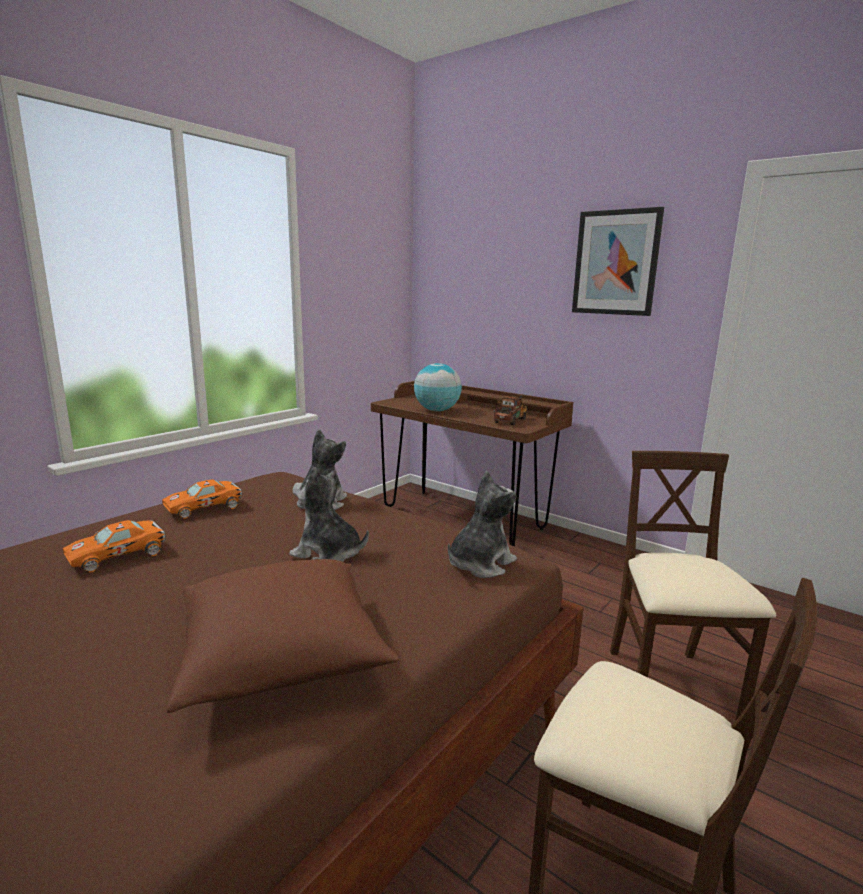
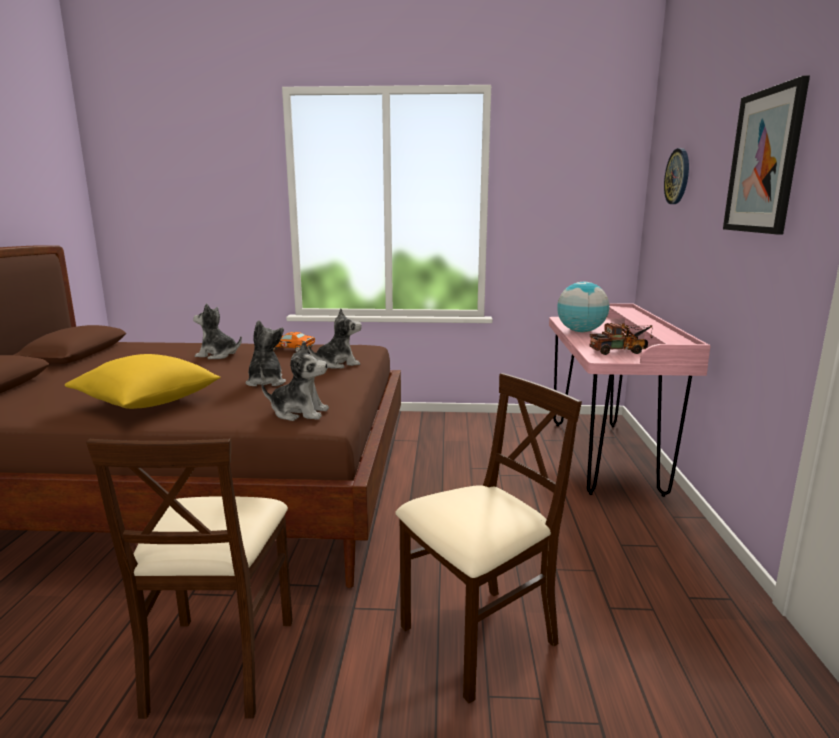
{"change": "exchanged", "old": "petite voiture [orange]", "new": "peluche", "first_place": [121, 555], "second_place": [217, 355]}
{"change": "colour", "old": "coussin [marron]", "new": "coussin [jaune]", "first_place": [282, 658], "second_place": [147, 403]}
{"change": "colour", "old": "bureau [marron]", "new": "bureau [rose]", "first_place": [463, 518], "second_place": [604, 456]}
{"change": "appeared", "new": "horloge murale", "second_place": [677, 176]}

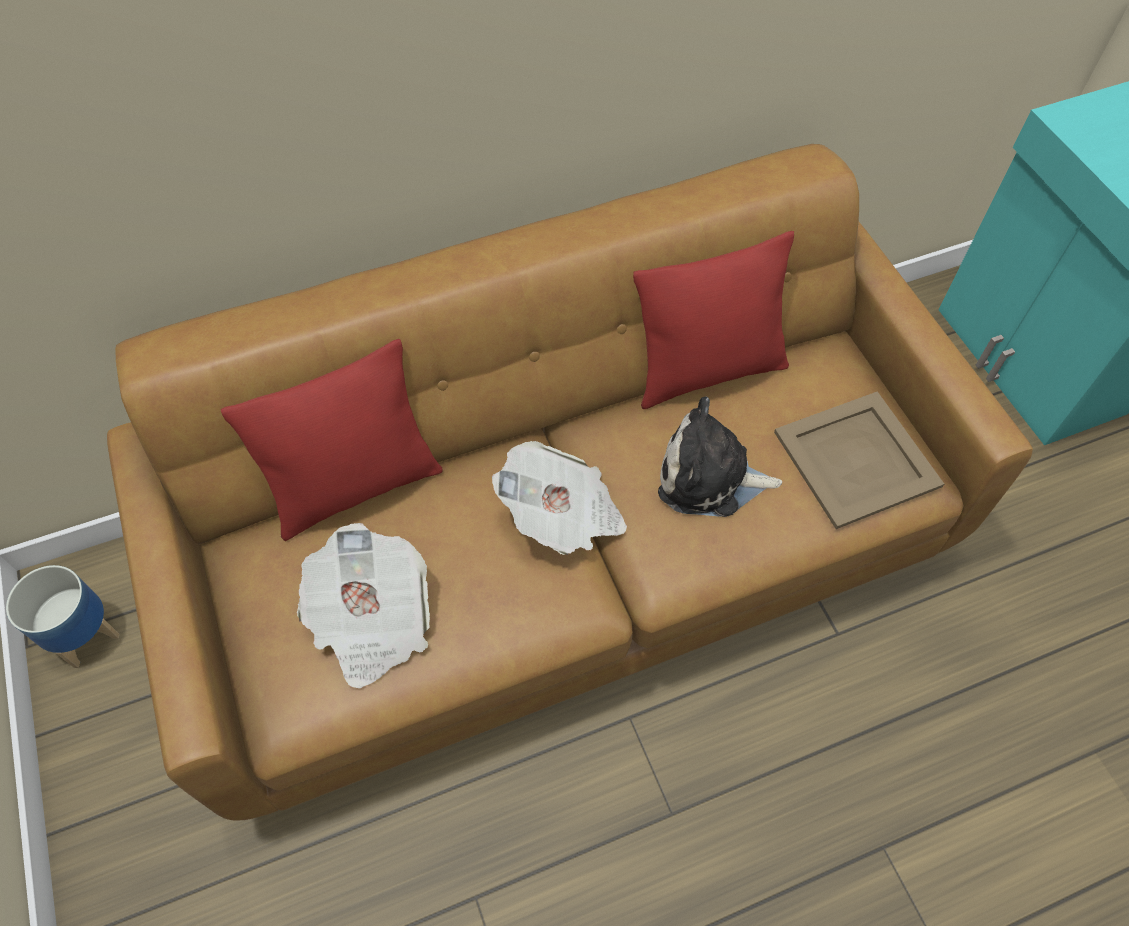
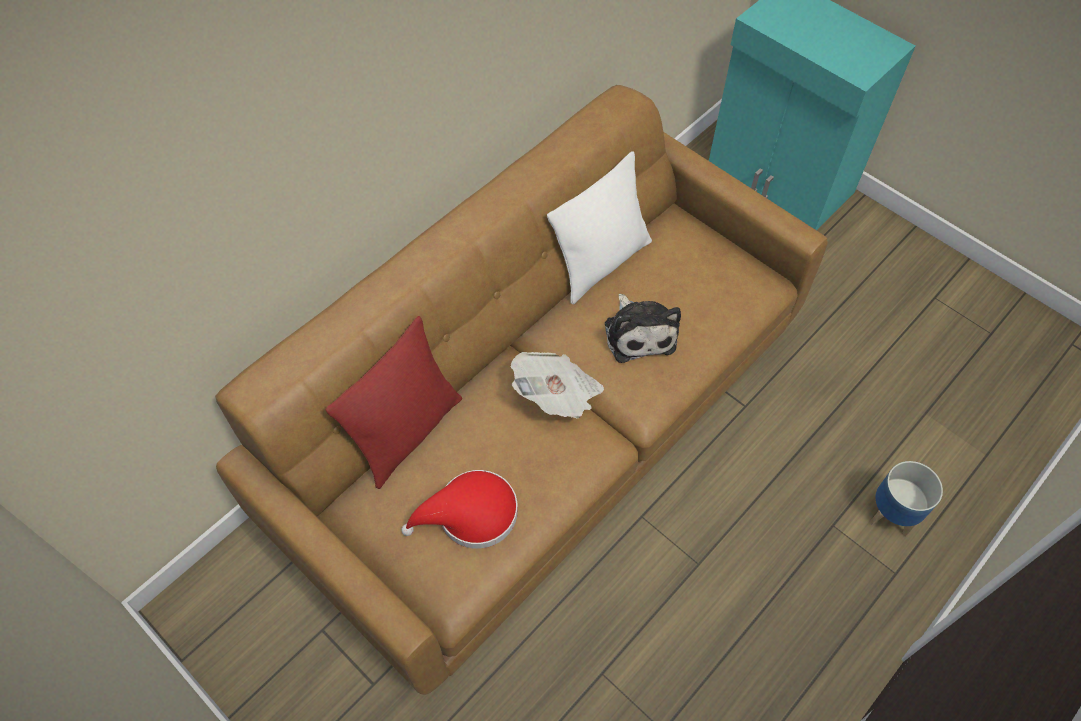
{"change": "relocated", "old": "cache-pot", "first_place": [85, 634], "second_place": [891, 513]}
{"change": "exchanged", "old": "journal", "new": "chapeau [rouge]", "first_place": [371, 621], "second_place": [470, 515]}
{"change": "colour", "old": "coussin [rouge]", "new": "coussin [blanc]", "first_place": [707, 371], "second_place": [601, 263]}
{"change": "spun", "old": "peluche", "first_place": [710, 477], "second_place": [639, 332], "degrees": -90}
{"change": "missing", "old": "plateau [beige]", "first_place": [858, 459]}

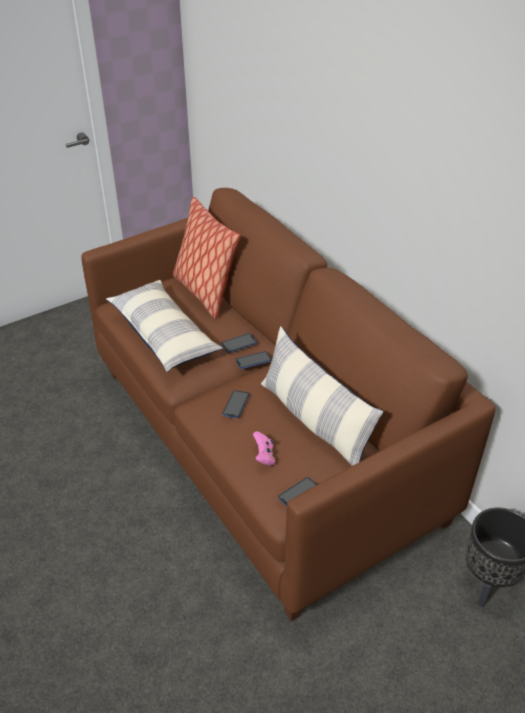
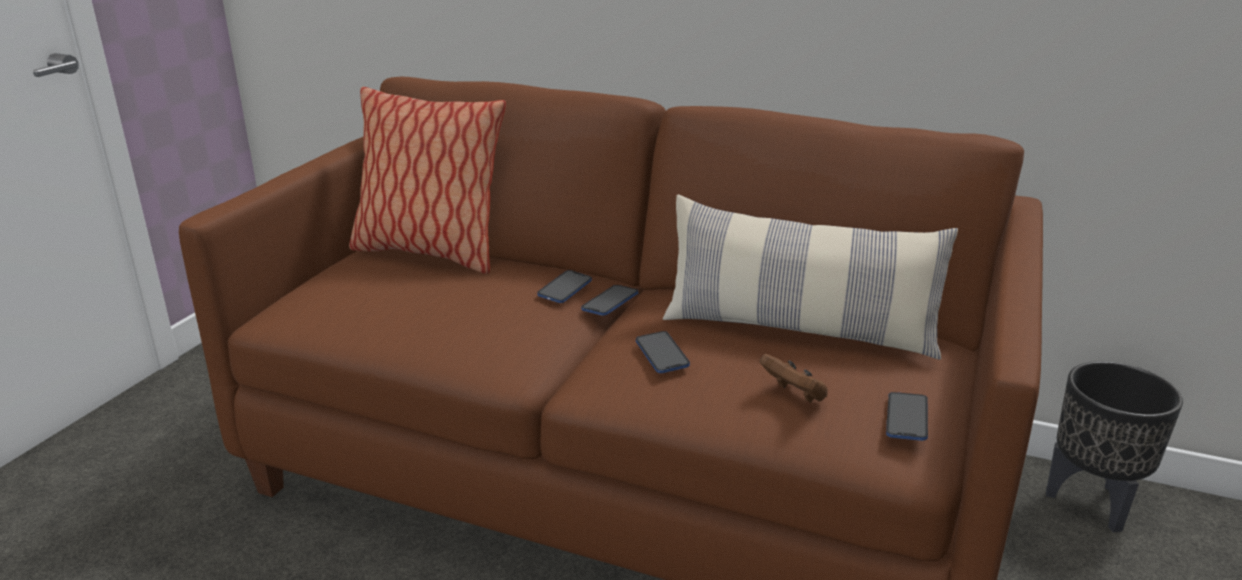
{"change": "missing", "old": "coussin", "first_place": [164, 335]}
{"change": "colour", "old": "manette [rose]", "new": "manette [marron]", "first_place": [264, 456], "second_place": [794, 395]}

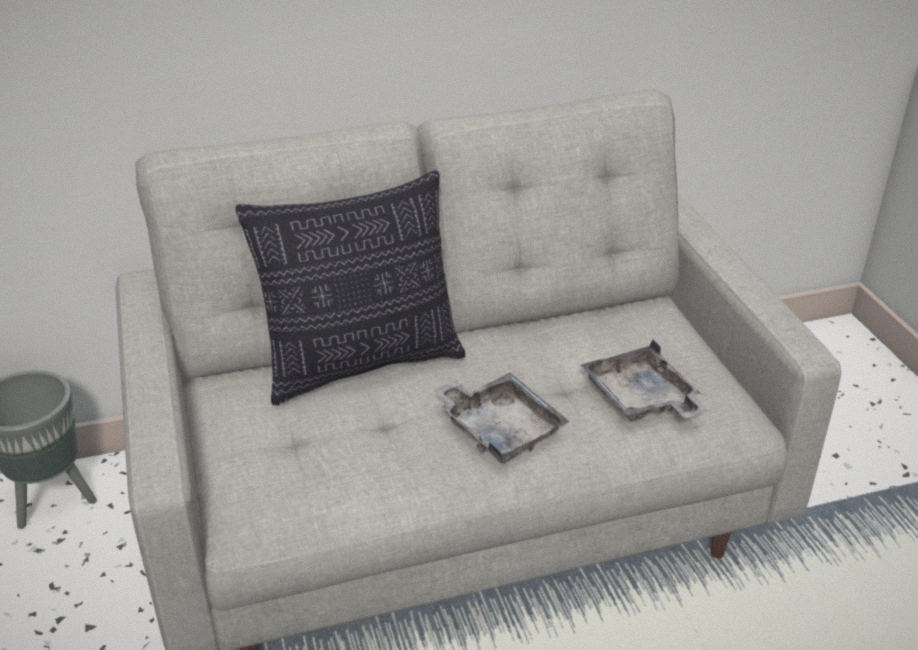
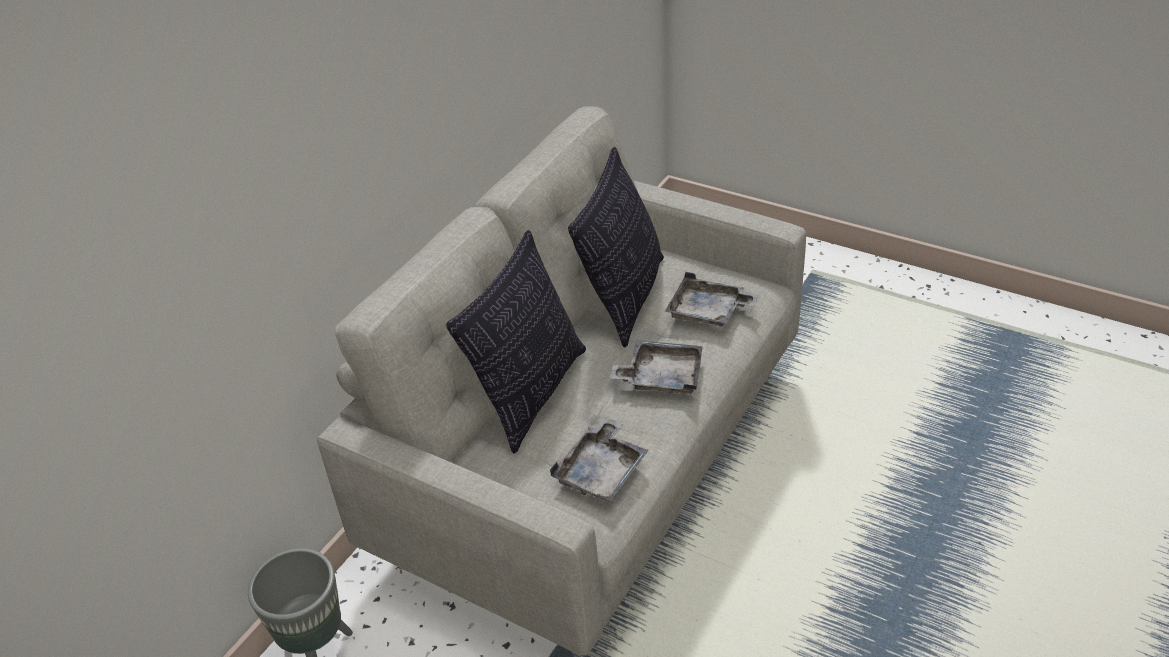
{"change": "appeared", "new": "plateau [gris]", "second_place": [602, 471]}
{"change": "appeared", "new": "coussin", "second_place": [624, 298]}

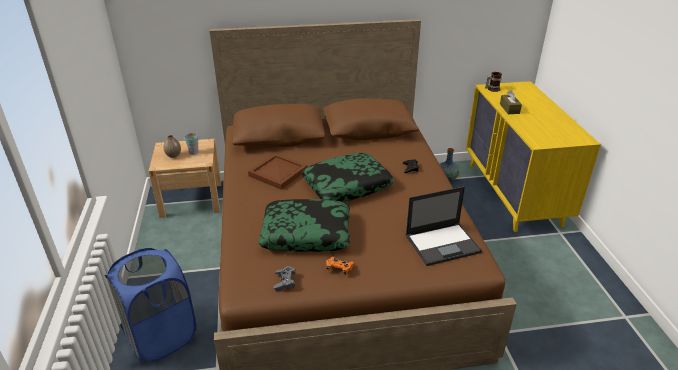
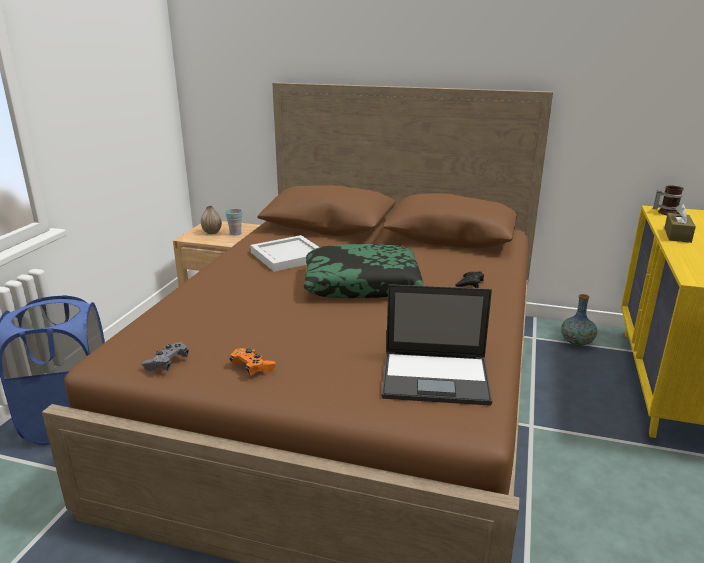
{"change": "colour", "old": "plateau [marron]", "new": "plateau [blanc]", "first_place": [277, 173], "second_place": [287, 256]}
{"change": "missing", "old": "coussin", "first_place": [306, 233]}

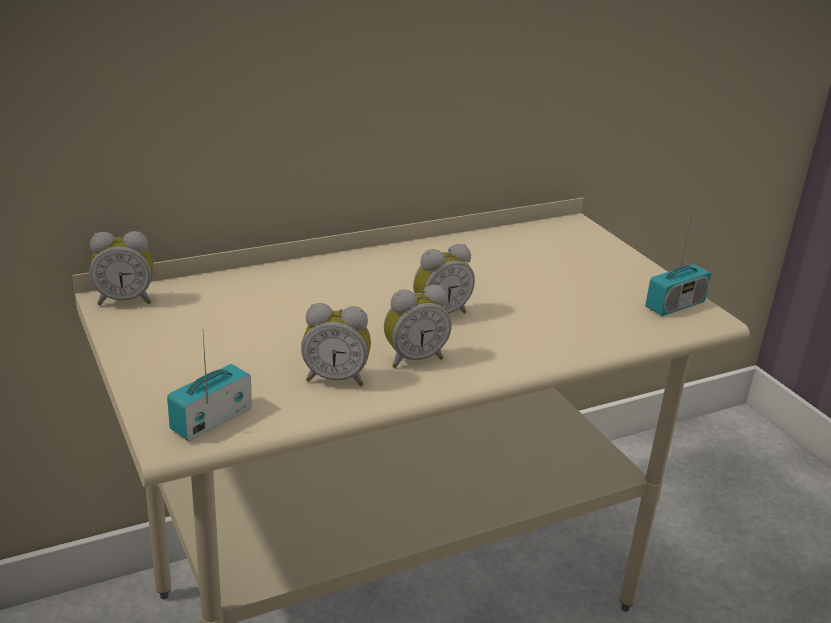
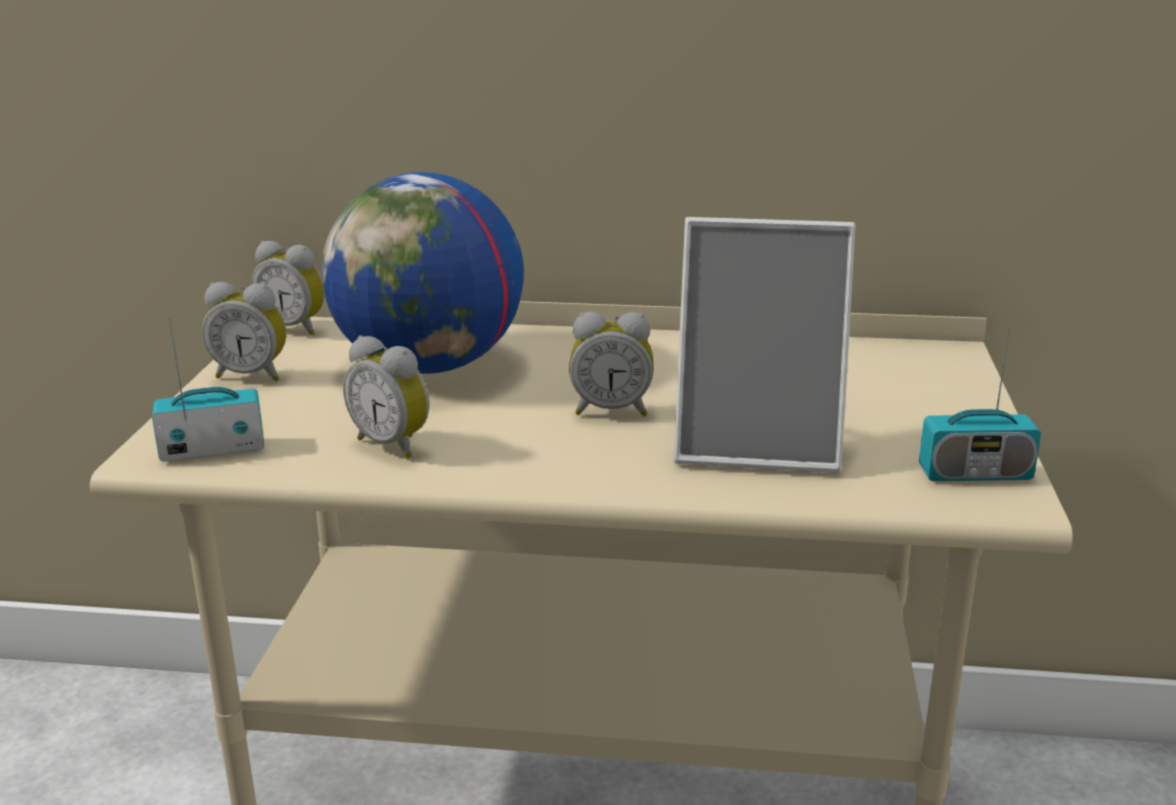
{"change": "relocated", "old": "réveil", "first_place": [413, 358], "second_place": [252, 375]}
{"change": "appeared", "new": "globe", "second_place": [430, 366]}
{"change": "appeared", "new": "cadre photo", "second_place": [758, 444]}

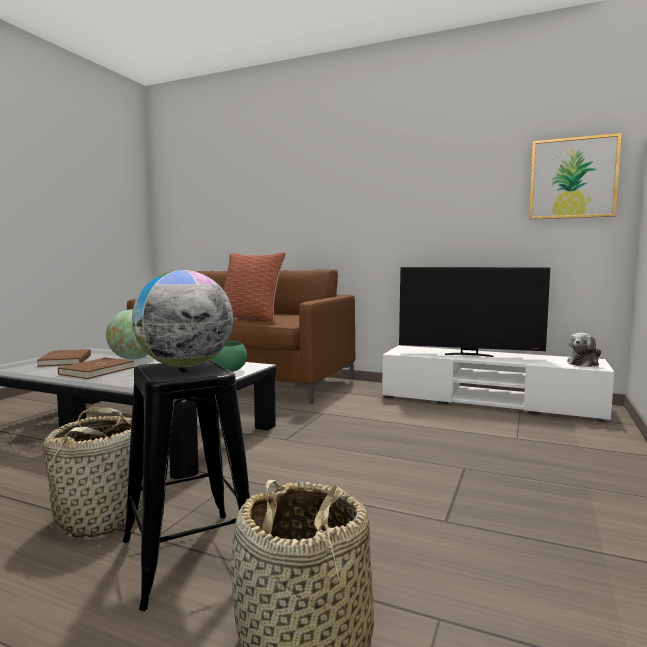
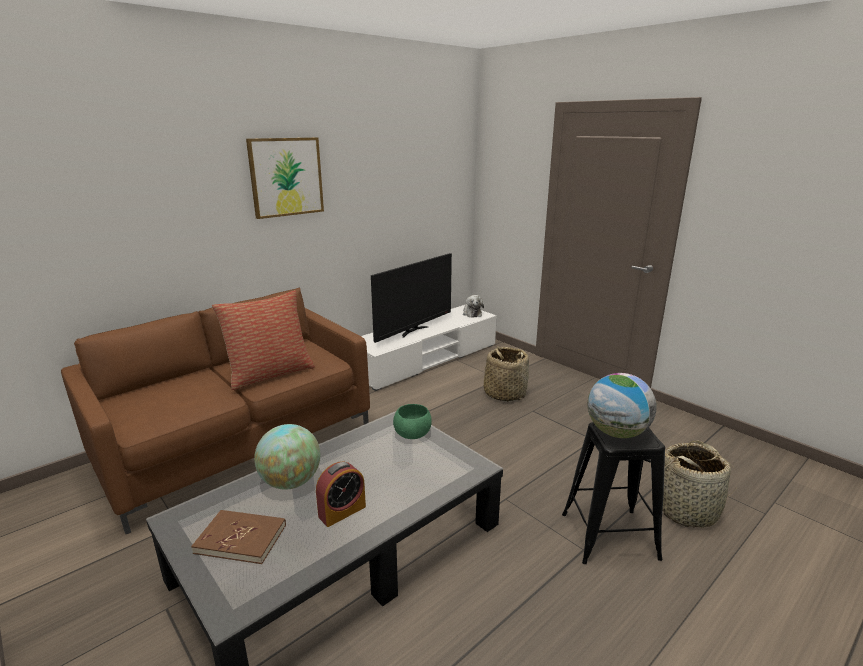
{"change": "relocated", "old": "panier", "first_place": [104, 516], "second_place": [504, 393]}
{"change": "exchanged", "old": "livre [marron]", "new": "réveil", "first_place": [97, 371], "second_place": [342, 511]}
{"change": "relocated", "old": "tableau", "first_place": [573, 178], "second_place": [286, 177]}

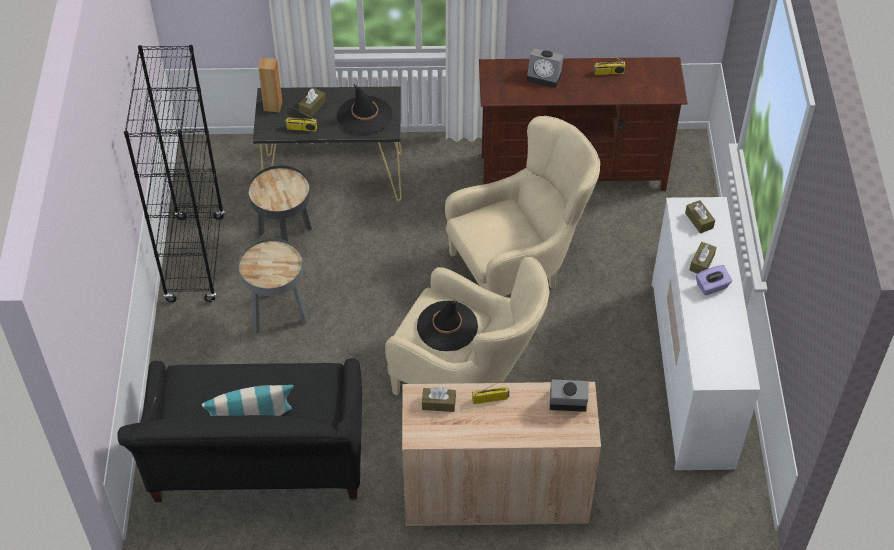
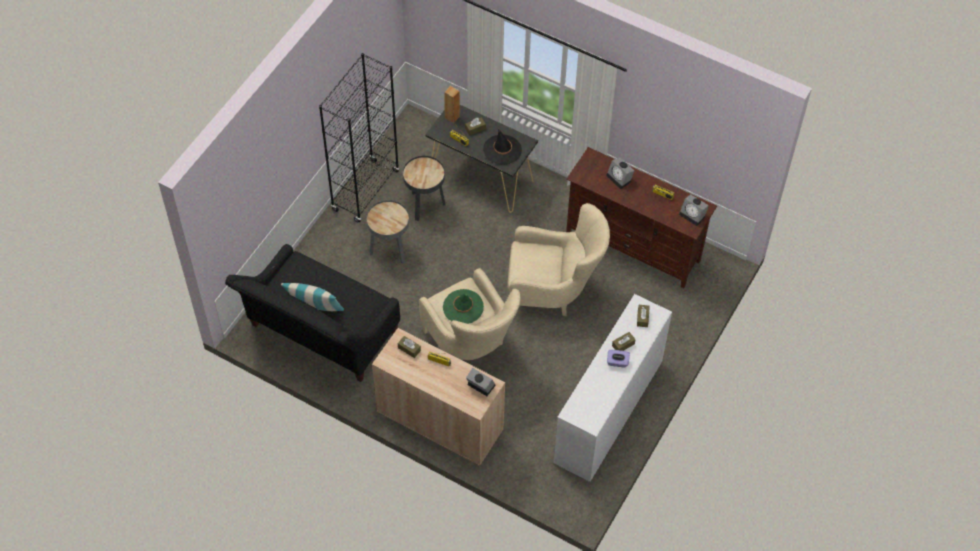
{"change": "colour", "old": "chapeau [noir]", "new": "chapeau [vert]", "first_place": [447, 326], "second_place": [463, 307]}
{"change": "appeared", "new": "réveil", "second_place": [693, 215]}

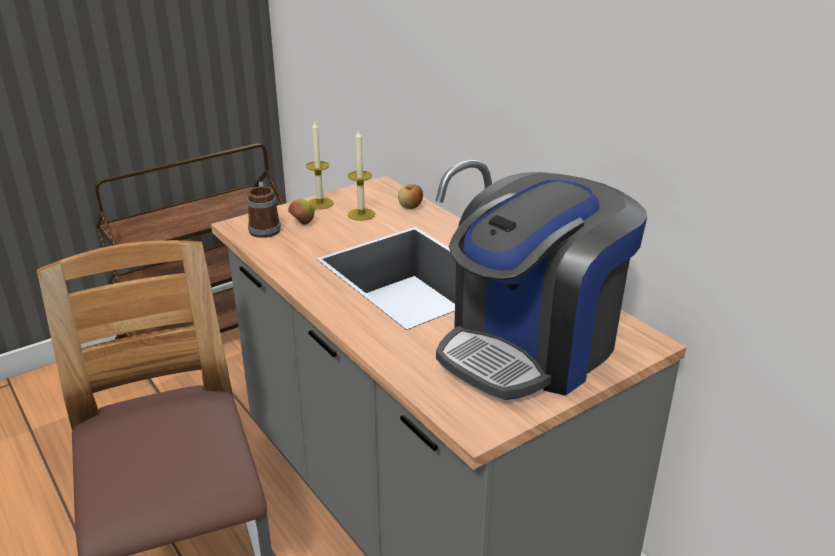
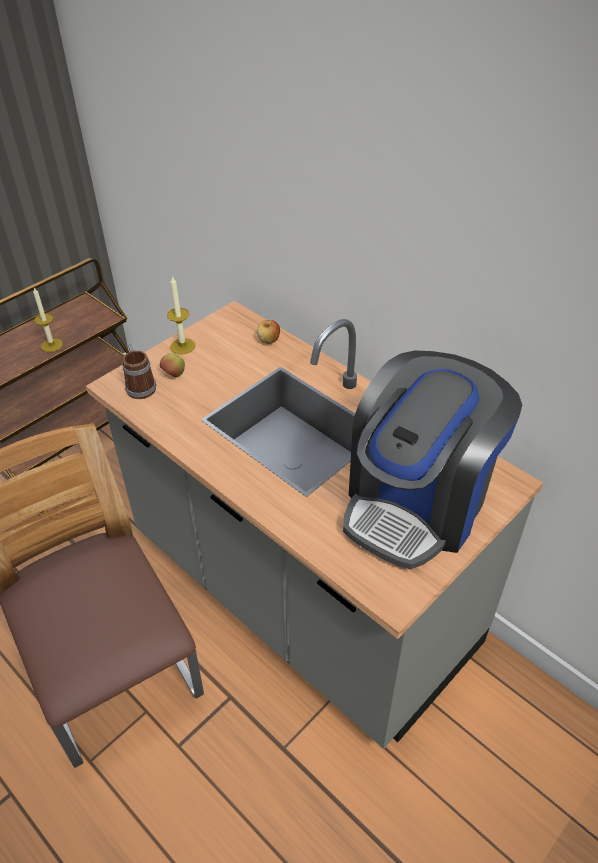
{"change": "relocated", "old": "bougie", "first_place": [361, 214], "second_place": [52, 345]}

